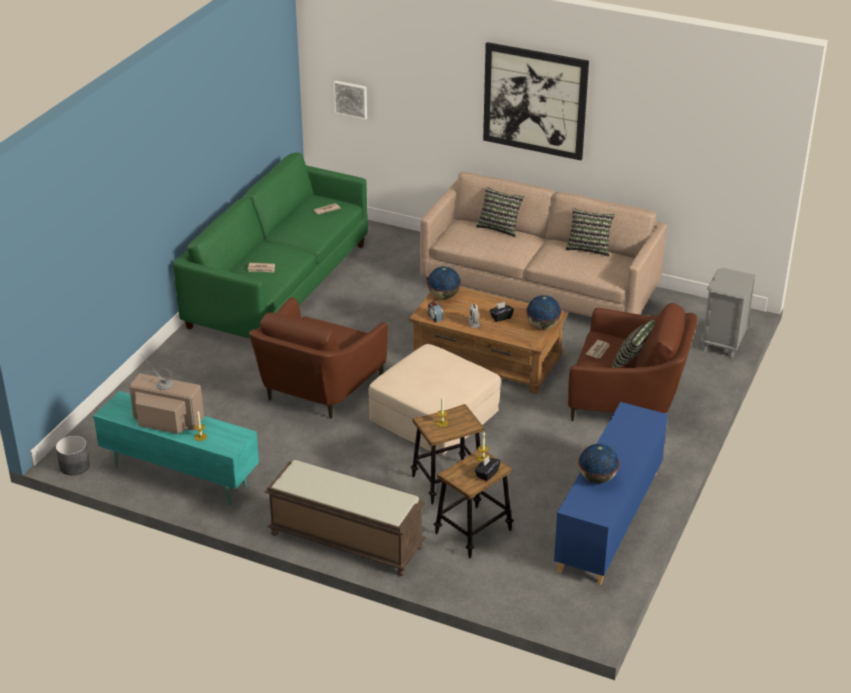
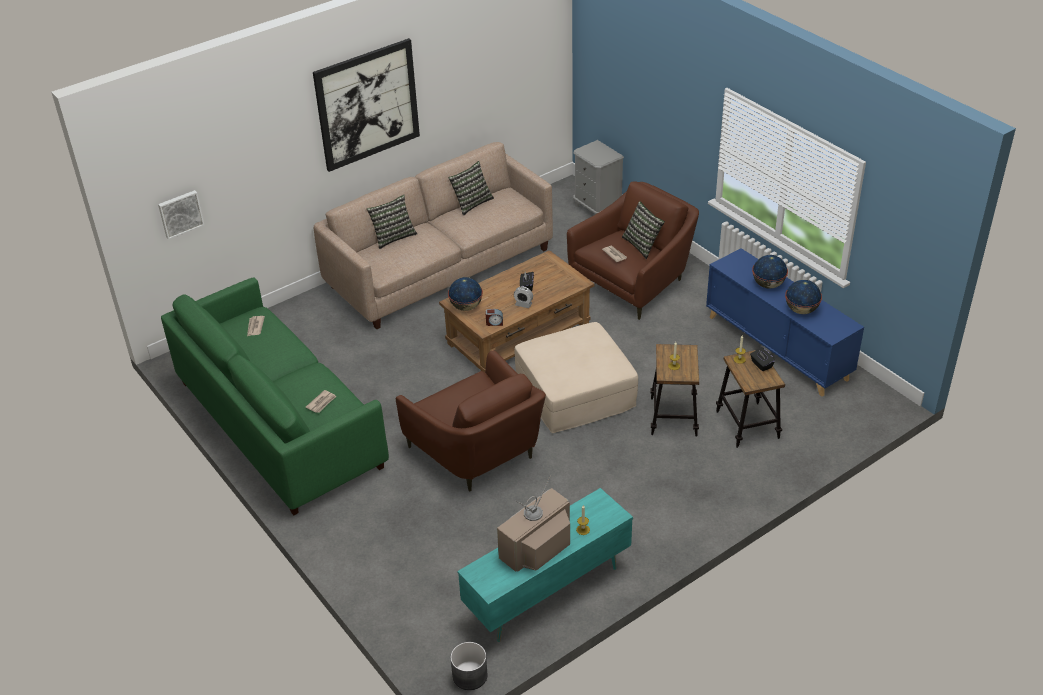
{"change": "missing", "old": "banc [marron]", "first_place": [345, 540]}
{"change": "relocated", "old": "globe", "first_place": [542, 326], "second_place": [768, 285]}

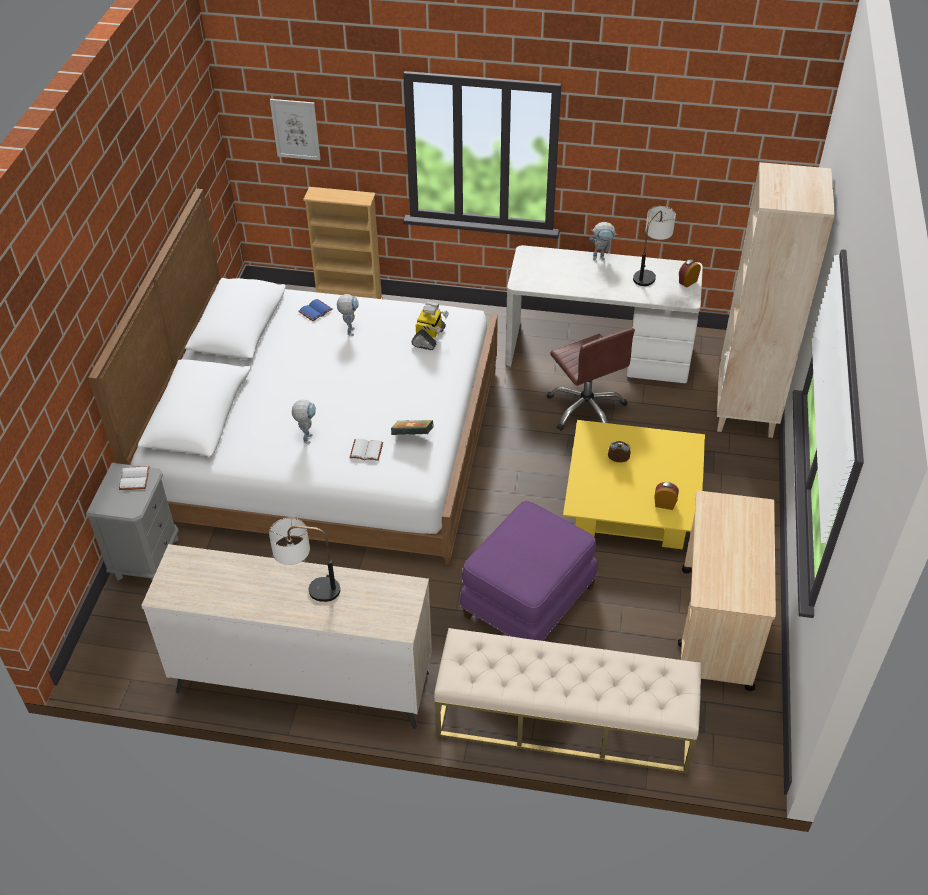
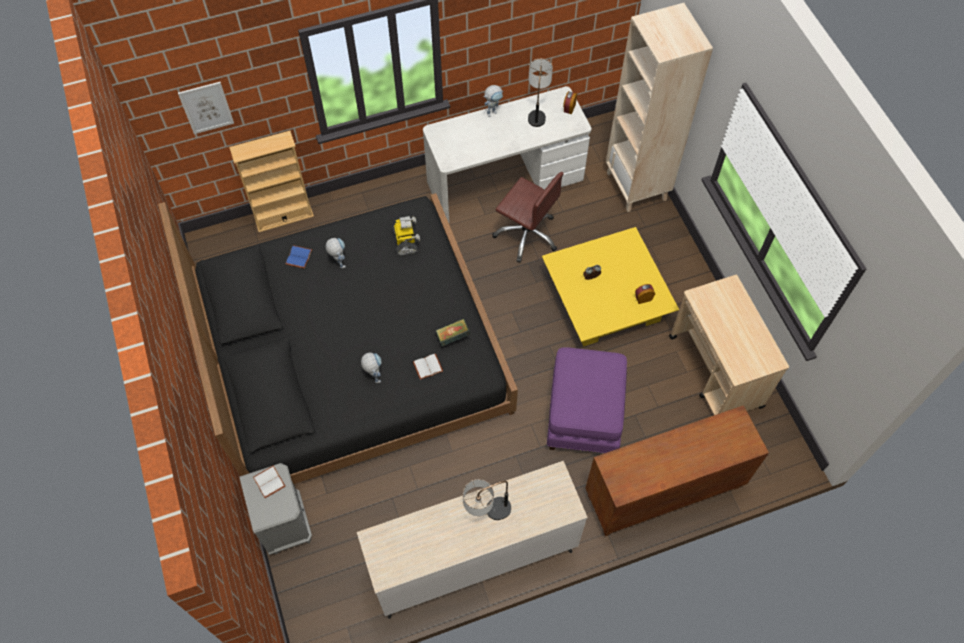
{"change": "colour", "old": "lit [blanc]", "new": "lit [noir]", "first_place": [326, 441], "second_place": [353, 354]}
{"change": "exchanged", "old": "banc [beige]", "new": "meuble de rangement [marron]", "first_place": [564, 720], "second_place": [662, 492]}

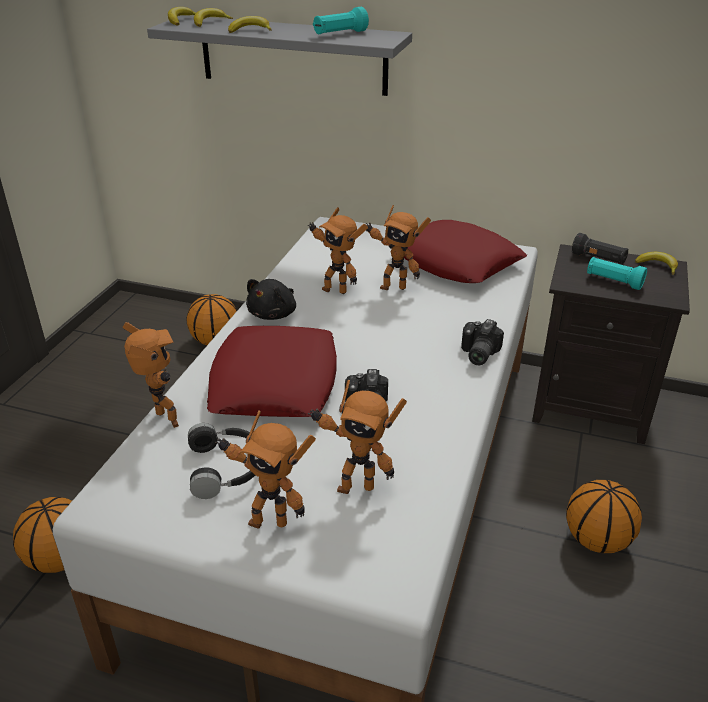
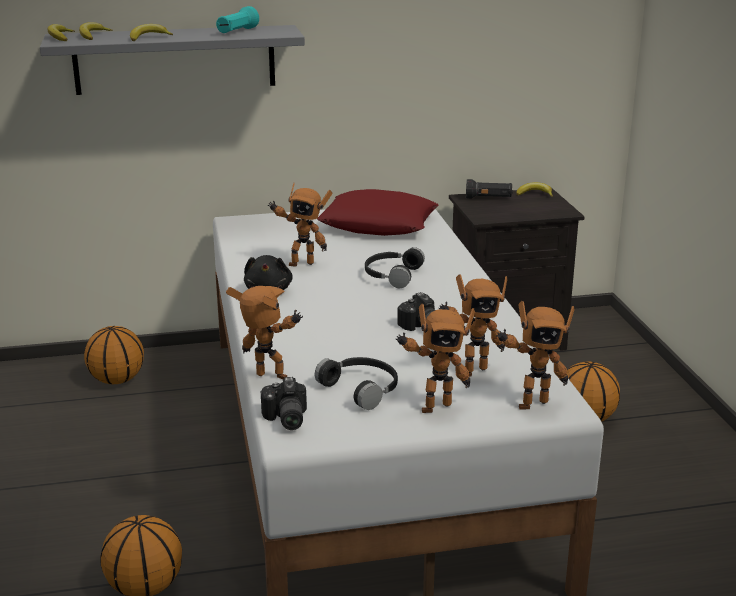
{"change": "missing", "old": "coussin [rouge]", "first_place": [274, 382]}
{"change": "relocated", "old": "robot jouet", "first_place": [393, 286], "second_place": [530, 403]}
{"change": "relocated", "old": "appareil photo", "first_place": [477, 353], "second_place": [284, 419]}
{"change": "missing", "old": "lampe de poche [turquoise]", "first_place": [613, 281]}
{"change": "appeared", "new": "casque audio [noir]", "second_place": [391, 275]}

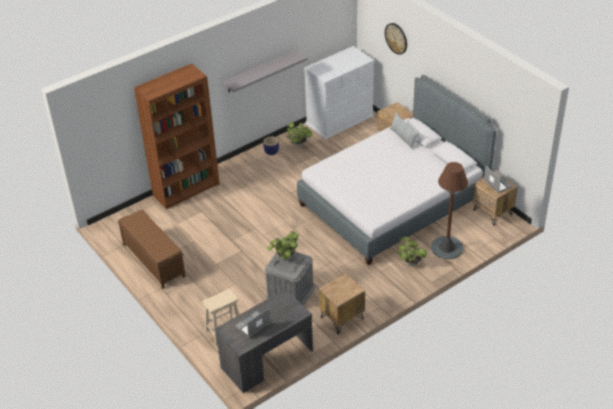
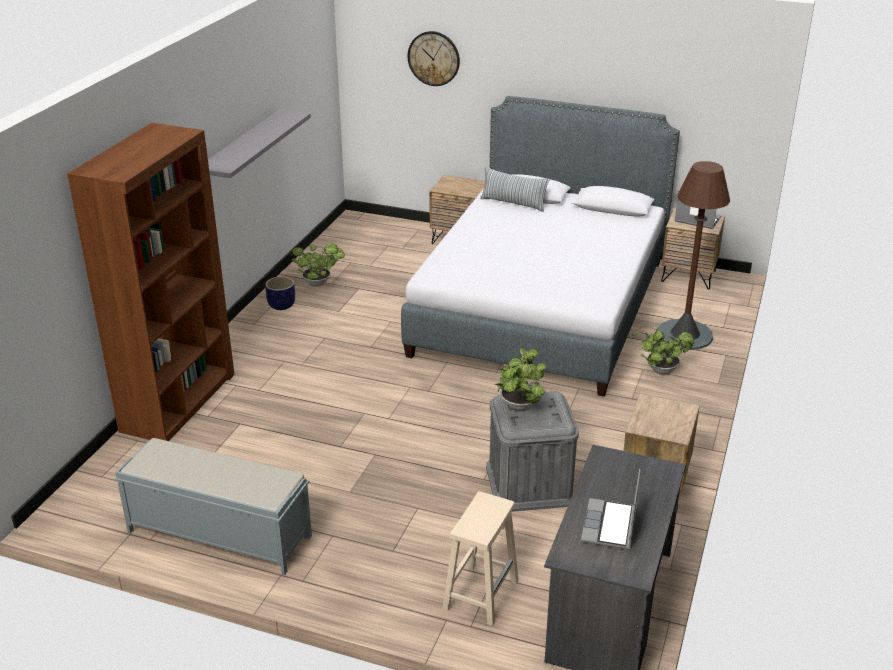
{"change": "colour", "old": "banc [marron]", "new": "banc [gris]", "first_place": [153, 260], "second_place": [218, 534]}
{"change": "missing", "old": "commode [blanc]", "first_place": [339, 120]}

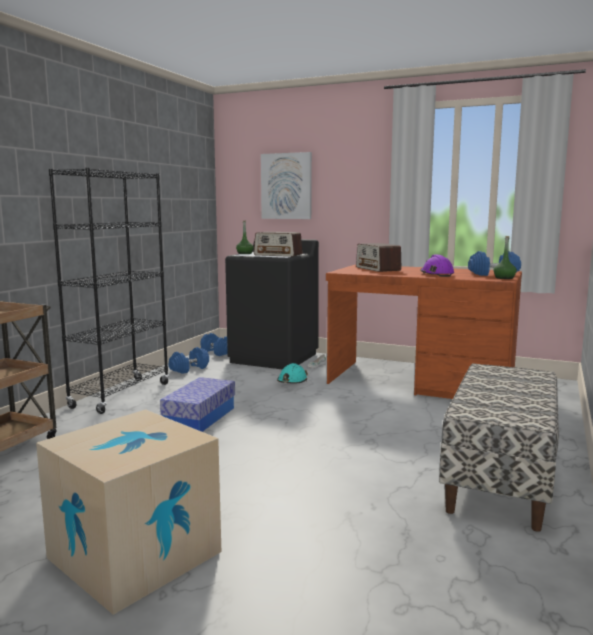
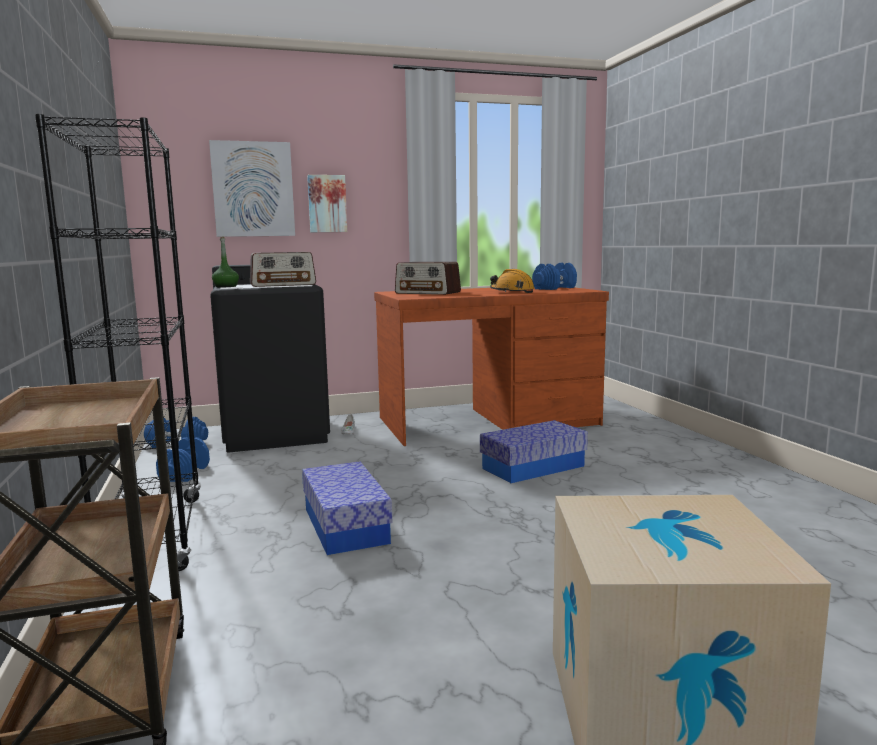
{"change": "missing", "old": "casque de chantier [turquoise]", "first_place": [292, 381]}
{"change": "colour", "old": "casque de chantier [violet]", "new": "casque de chantier [orange]", "first_place": [436, 274], "second_place": [512, 292]}
{"change": "missing", "old": "banc", "first_place": [500, 477]}
{"change": "missing", "old": "bouteille [vert]", "first_place": [504, 278]}
{"change": "appeared", "new": "tableau", "second_place": [327, 204]}
{"change": "appeared", "new": "boîte de rangement", "second_place": [533, 467]}

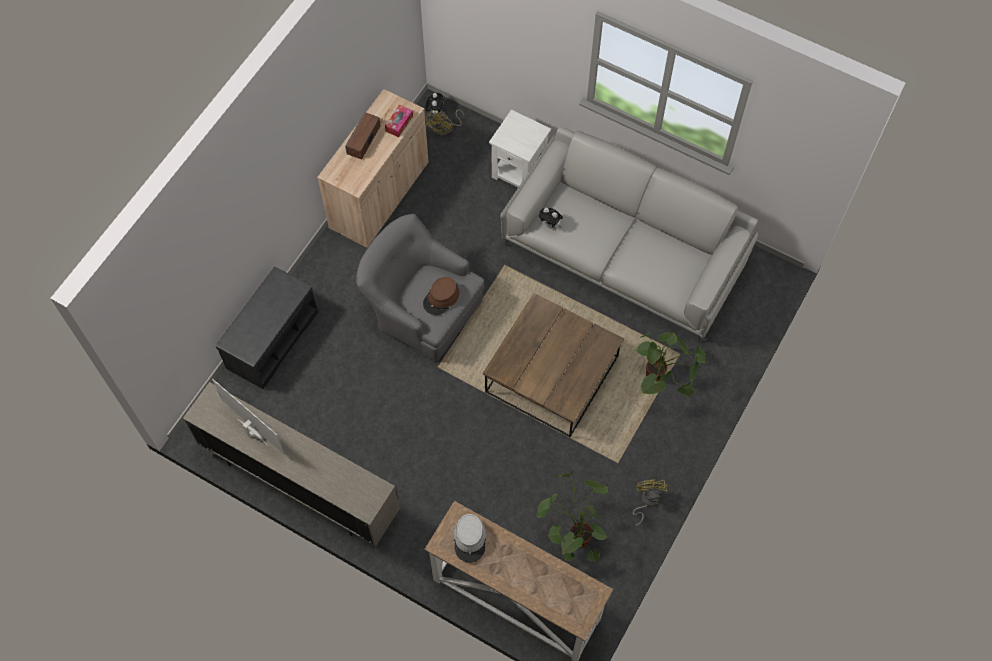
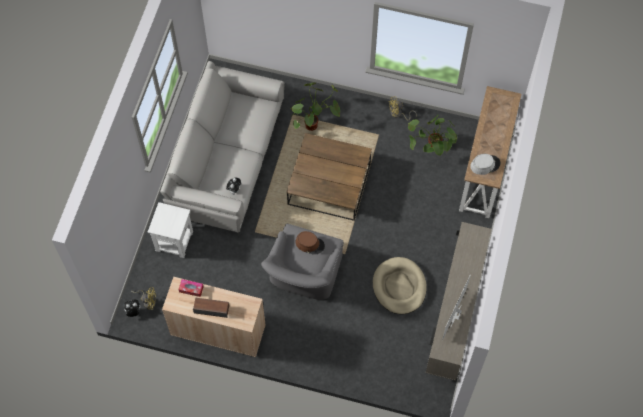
{"change": "missing", "old": "banc [gris]", "first_place": [272, 339]}
{"change": "appeared", "new": "panier pour chien [beige]", "second_place": [399, 287]}

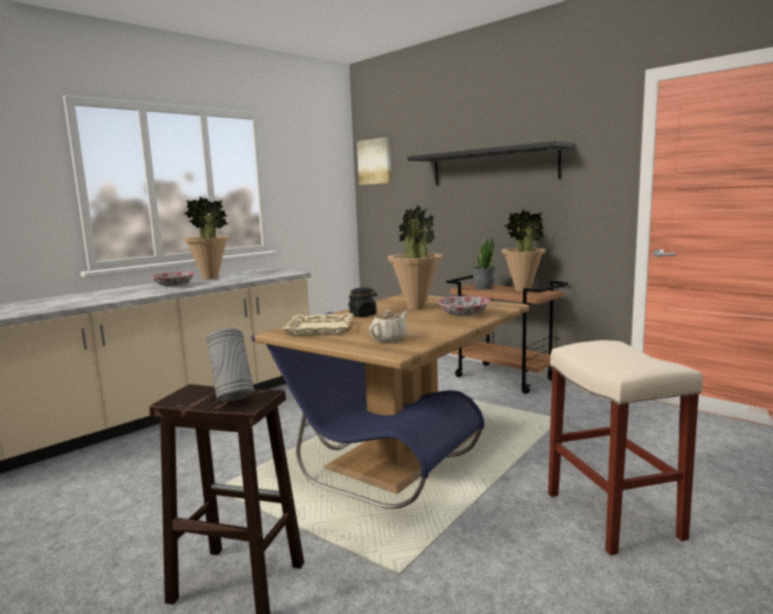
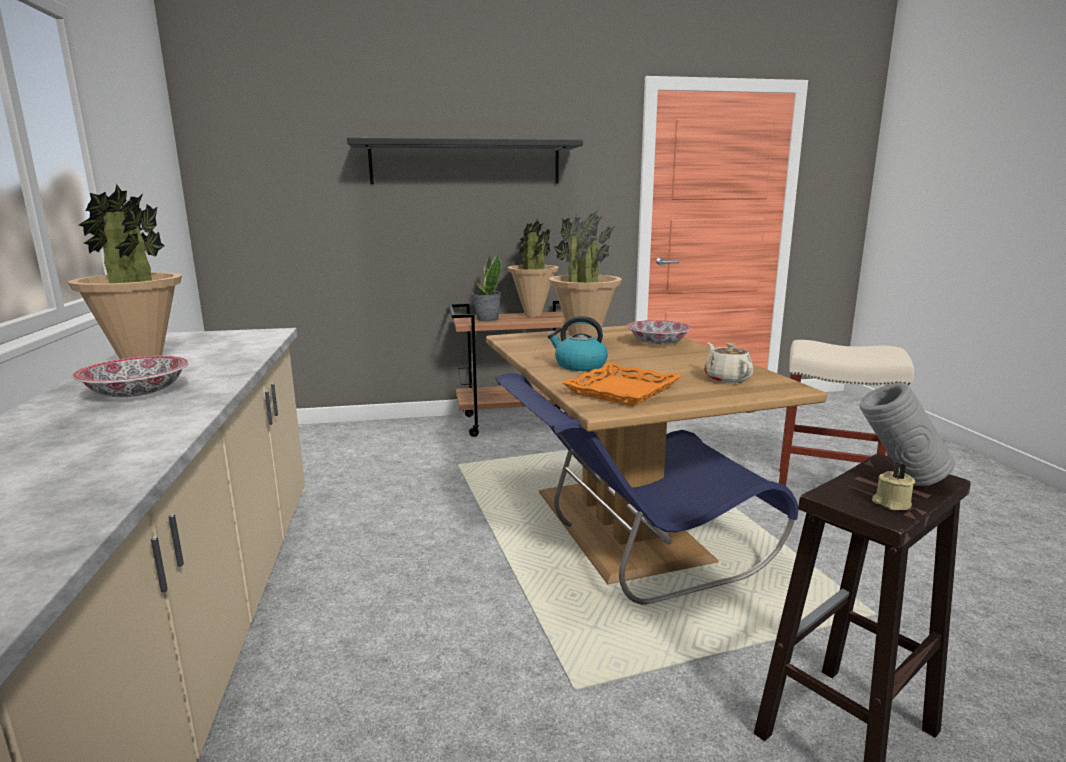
{"change": "colour", "old": "plateau [beige]", "new": "plateau [orange]", "first_place": [320, 329], "second_place": [621, 390]}
{"change": "exchanged", "old": "bocal [noir]", "new": "bouilloire", "first_place": [363, 315], "second_place": [579, 365]}
{"change": "missing", "old": "tableau", "first_place": [375, 161]}
{"change": "appeared", "new": "bougie [beige]", "second_place": [891, 503]}

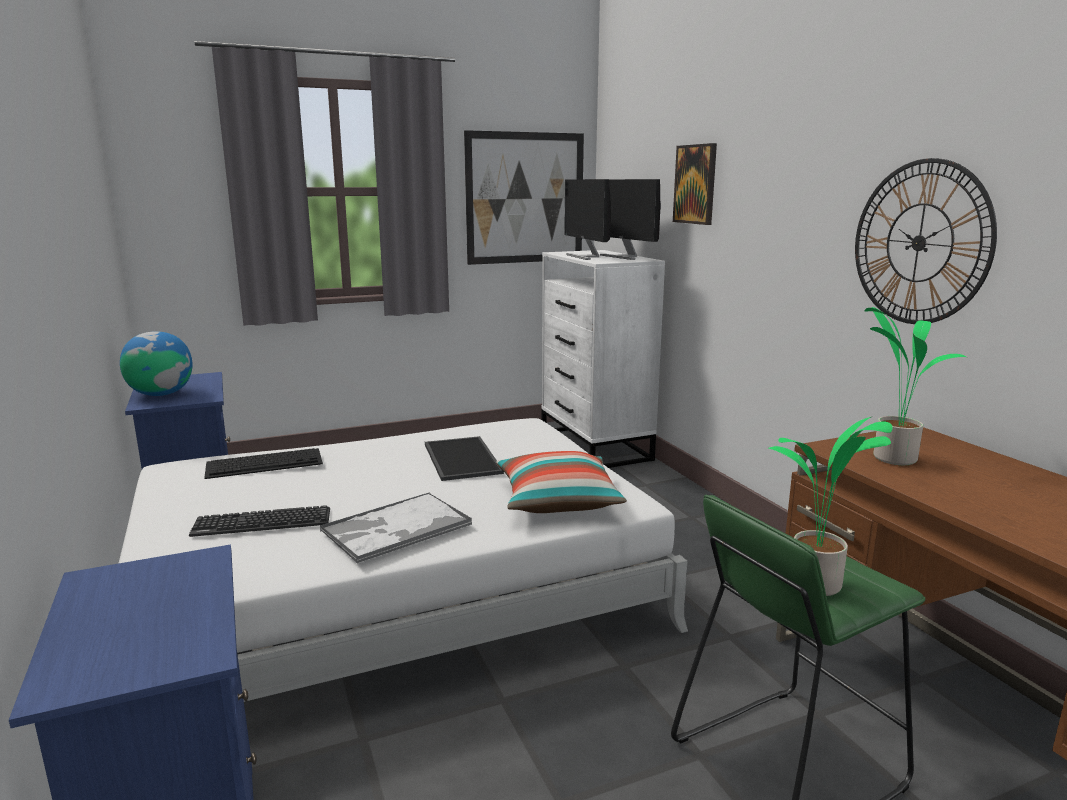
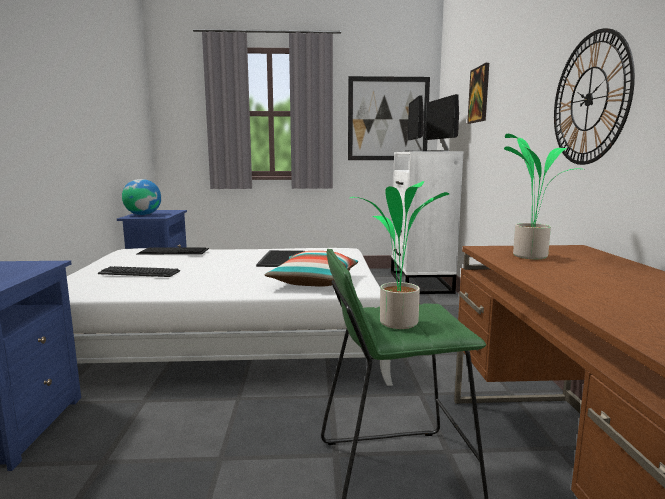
{"change": "missing", "old": "plateau", "first_place": [395, 528]}

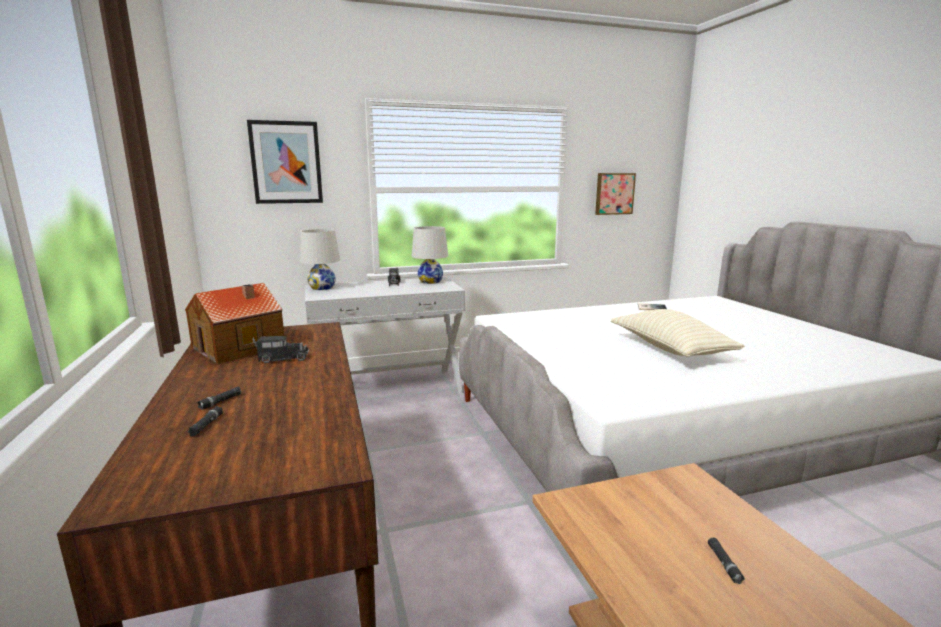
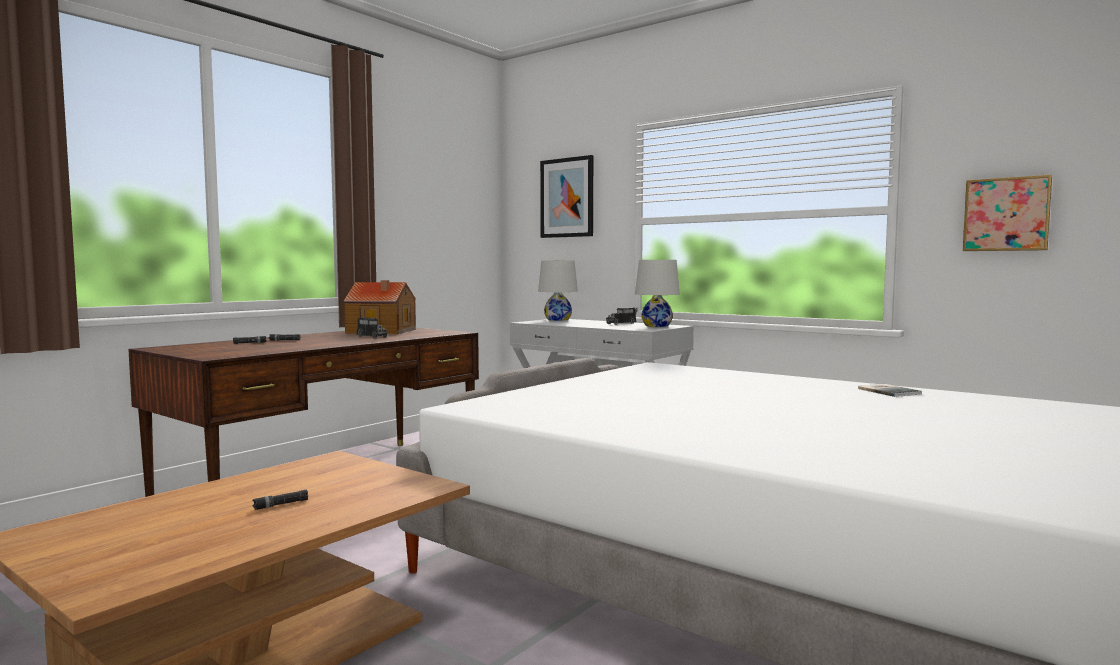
{"change": "missing", "old": "coussin [beige]", "first_place": [670, 349]}

